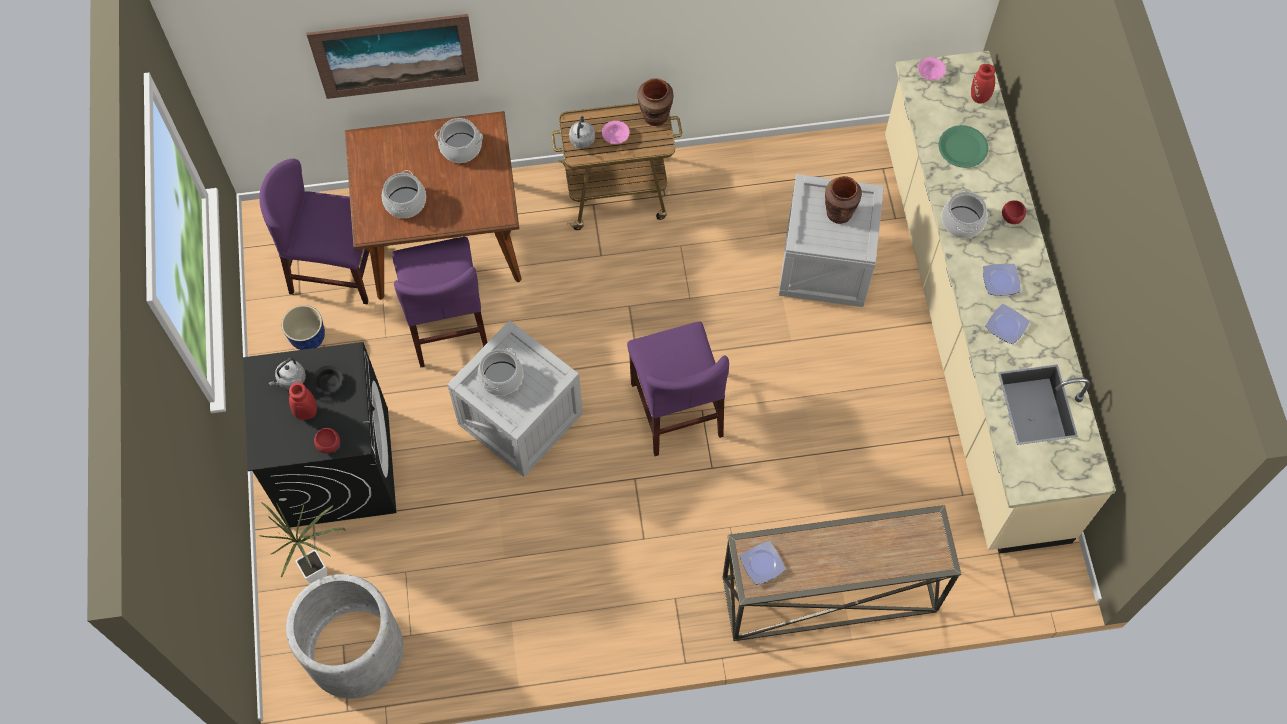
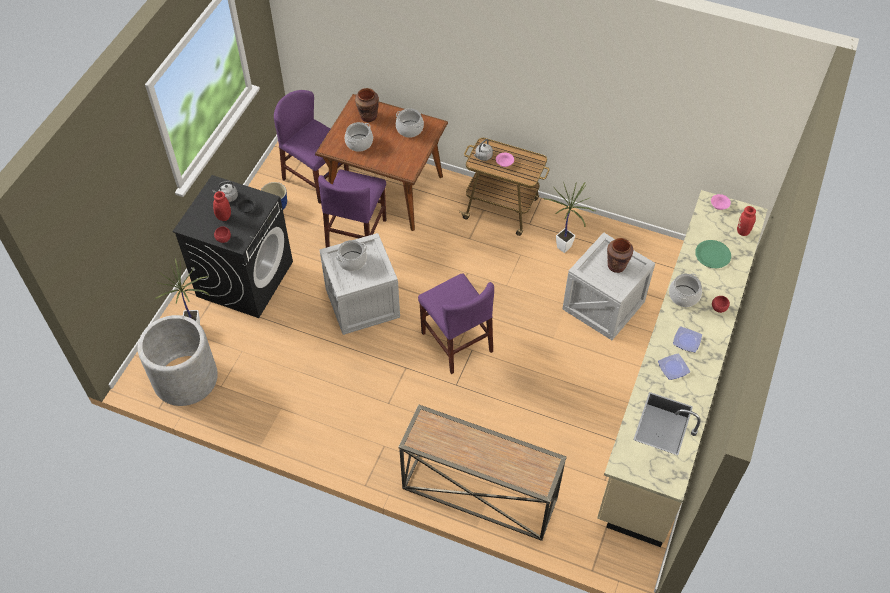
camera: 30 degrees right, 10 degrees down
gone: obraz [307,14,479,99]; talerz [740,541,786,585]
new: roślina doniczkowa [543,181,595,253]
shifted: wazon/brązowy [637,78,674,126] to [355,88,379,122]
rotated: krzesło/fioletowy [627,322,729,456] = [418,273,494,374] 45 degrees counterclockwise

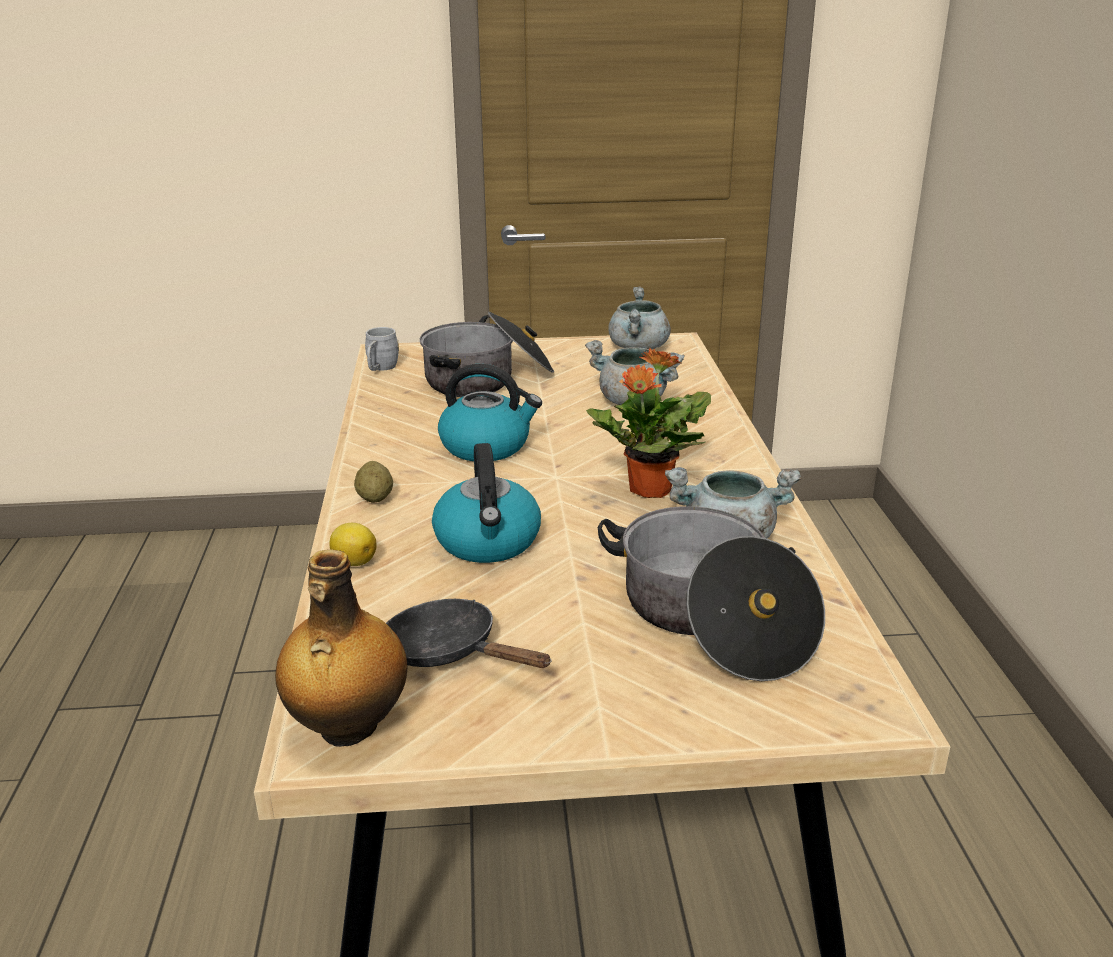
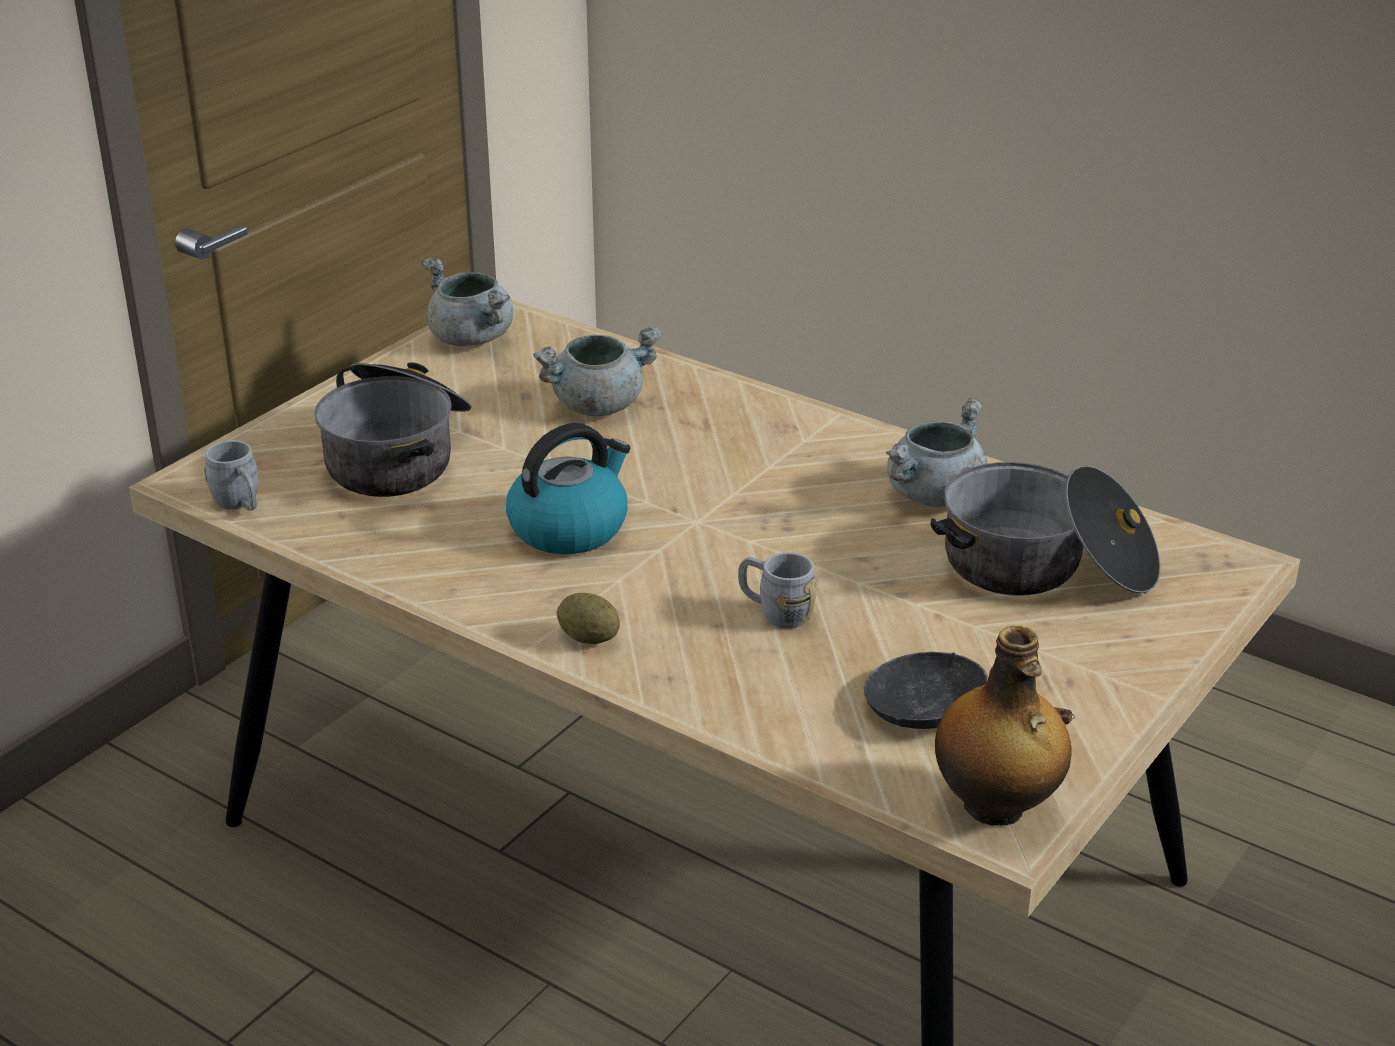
camera: 50 degrees left, 5 degrees up
gone: cytryna [329,523,377,566]; roślina doniczkowa [586,348,711,498]
swapped: czajnik [432,443,541,563] to kubek/szary [738,552,817,629]
rotated: patelnia/czarny [386,599,552,668] = [864,652,1075,729] 45 degrees clockwise

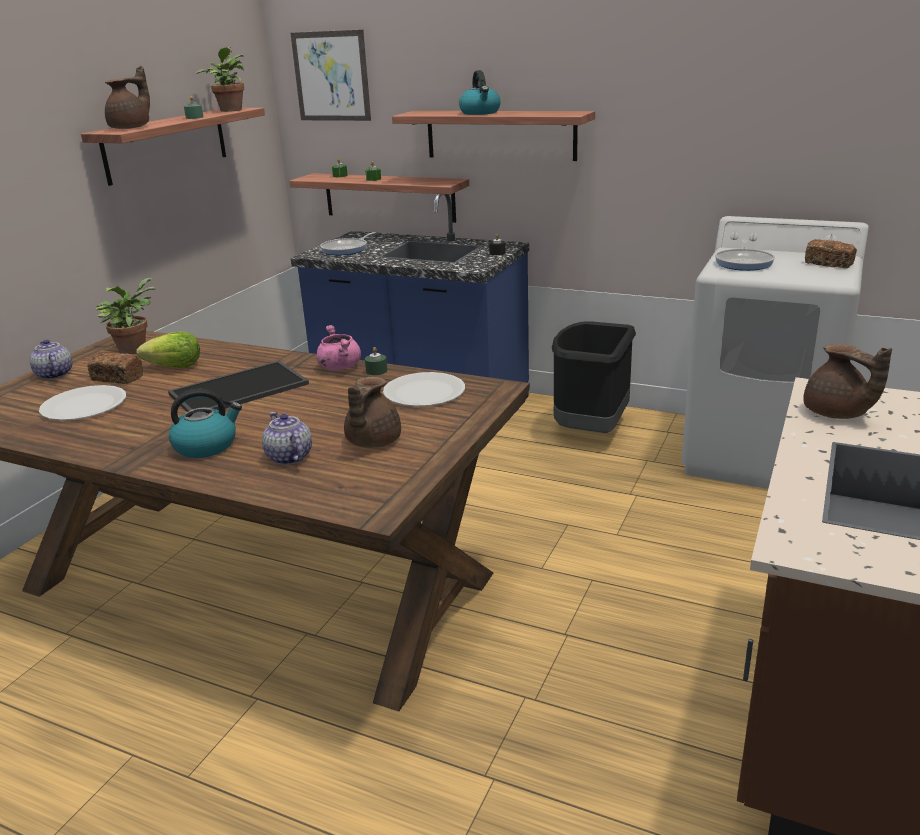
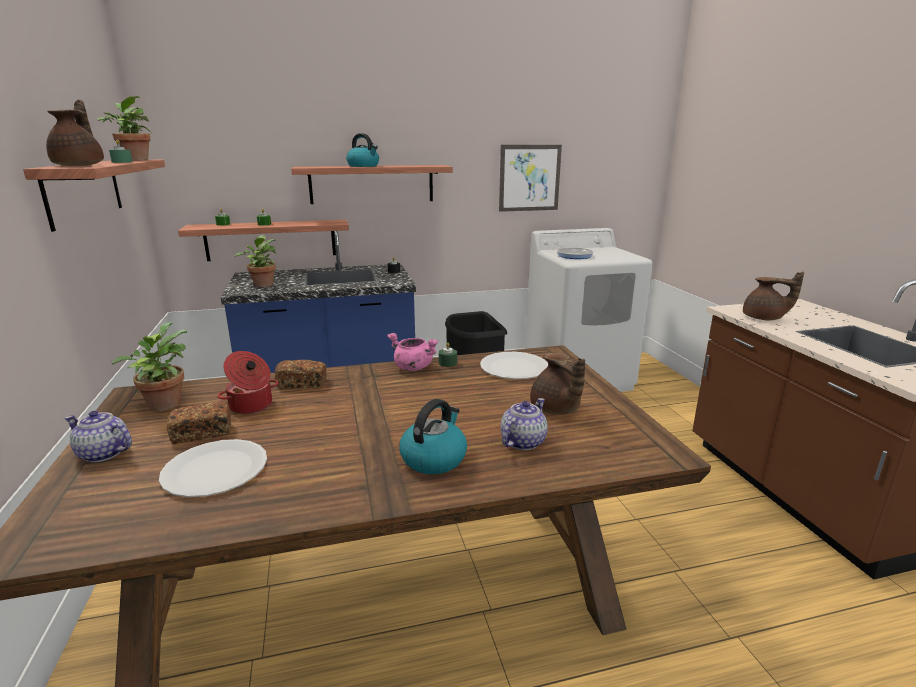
camera: 40 degrees left, 5 degrees down
gone: taca [168,361,309,412]
shifted: obraz [291,30,371,121] to [499,145,562,212]; chleb [805,239,857,269] to [275,360,327,389]
swapped: sałata [136,332,200,368] to garnek [217,351,279,414]; patelnia [320,232,376,255] to roślina doniczkowa [234,235,276,287]
rotated: imbryk [262,412,312,465] = [501,398,548,450] 105 degrees clockwise

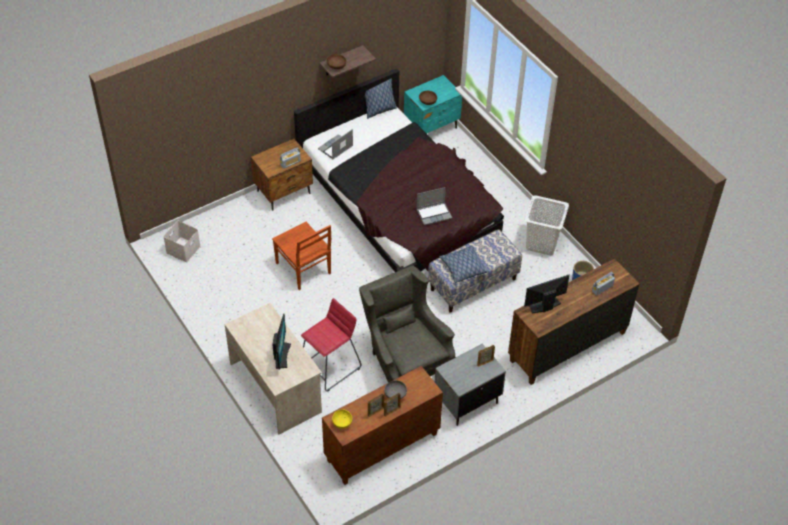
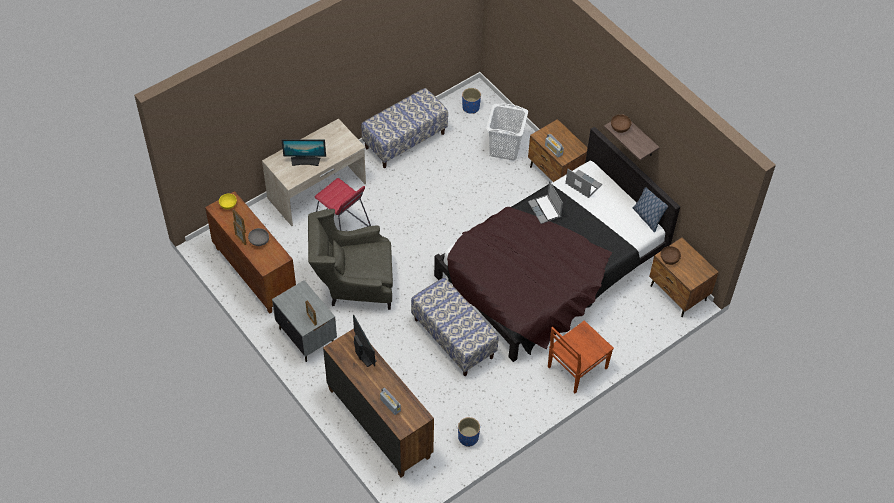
camera: 85 degrees right, 5 degrees up
gone: poduszka [439,245,489,283]
new: ławka [361,88,448,168]
shifted: krzesło/brązowy [272,222,331,290] to [548,320,614,393]; laptop [416,187,452,225] to [528,181,563,224]; kosz na pranie/biały [525,195,569,256] to [486,103,528,160]
swapped: pojemnik do przechowywania/biały [163,221,201,263] to donica/niebieski [462,88,481,114]
repainted: szafka nocna/turkusowy [404,75,462,134] to szafka nocna/brązowy [649,238,719,317]
rotated: fotel/szary [359,266,455,383] = [308,209,393,310] 150 degrees counterclockwise

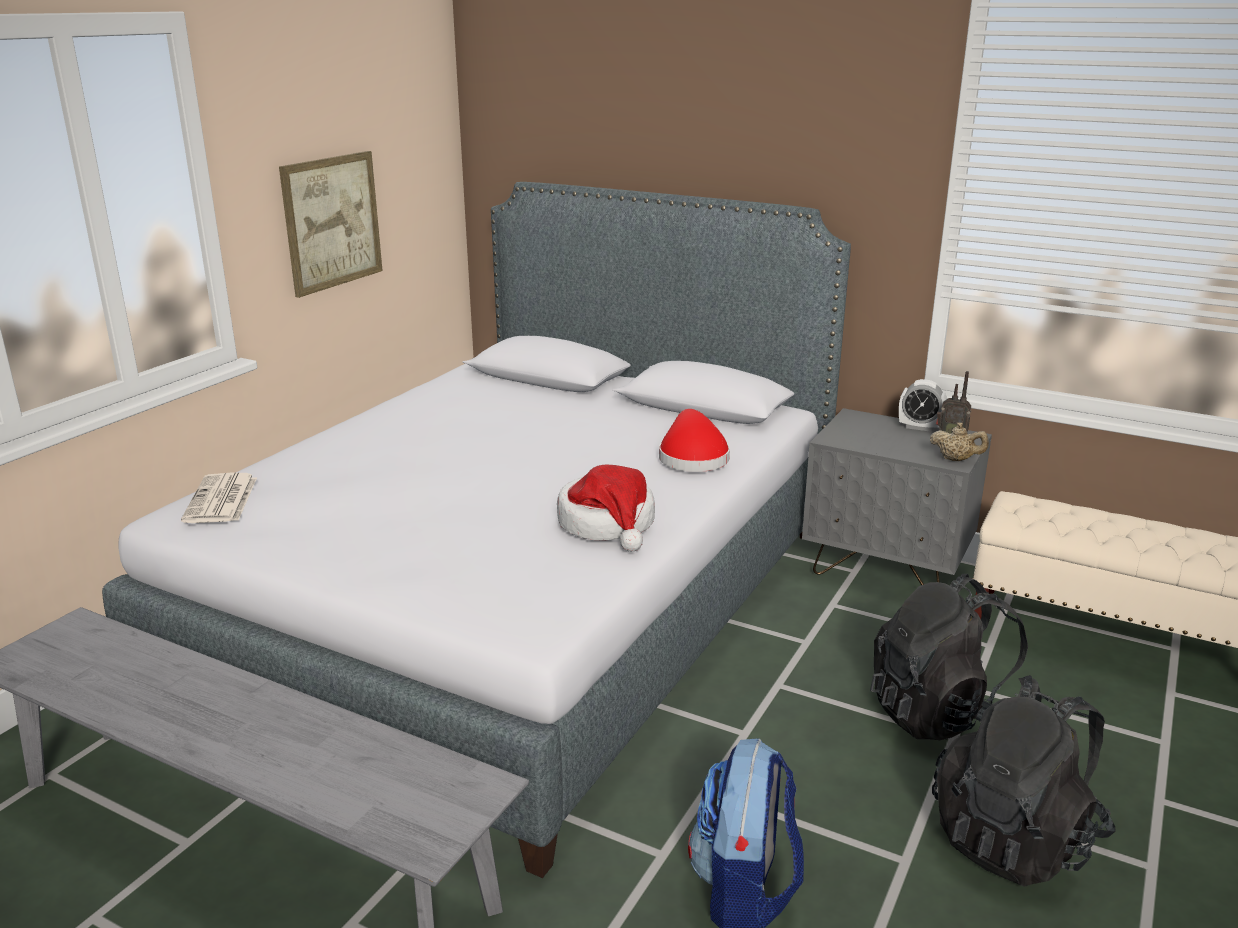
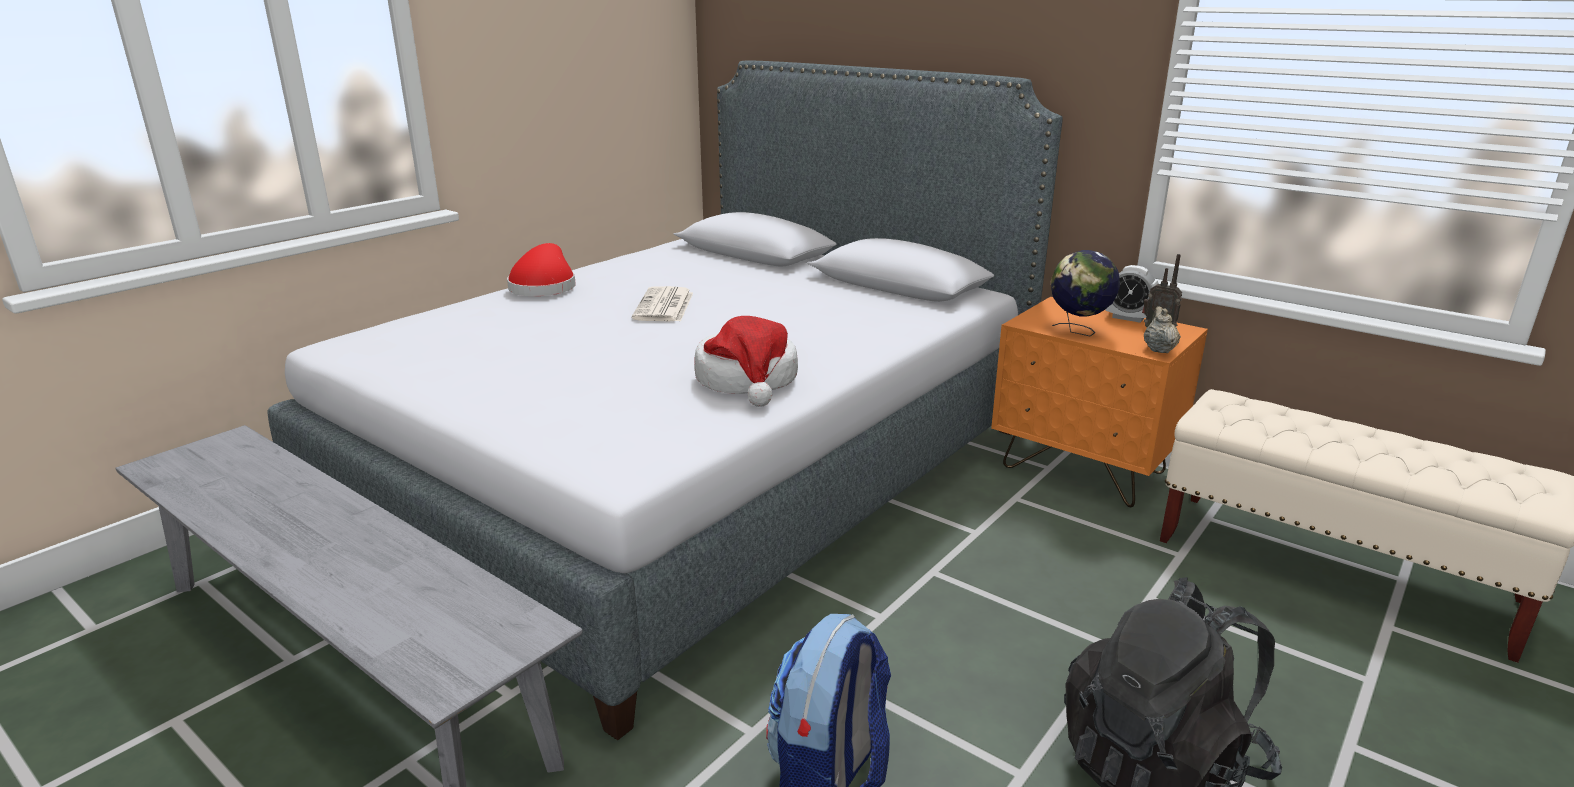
camera: 10 degrees right, 0 degrees up
gone: obraz [279,151,383,298]; plecak/czarny [870,574,1028,740]
new: globus [1051,250,1120,336]
shifted: gazeta [181,473,257,523] to [632,286,693,322]; kapelusz/czerwony [659,409,730,472] to [507,243,576,296]
repainted: szafka nocna/szary [802,408,992,585] to szafka nocna/pomarańczowy [991,297,1208,508]
rotated: imbryk/beżowy [930,422,989,461] = [1144,306,1181,353] 120 degrees counterclockwise

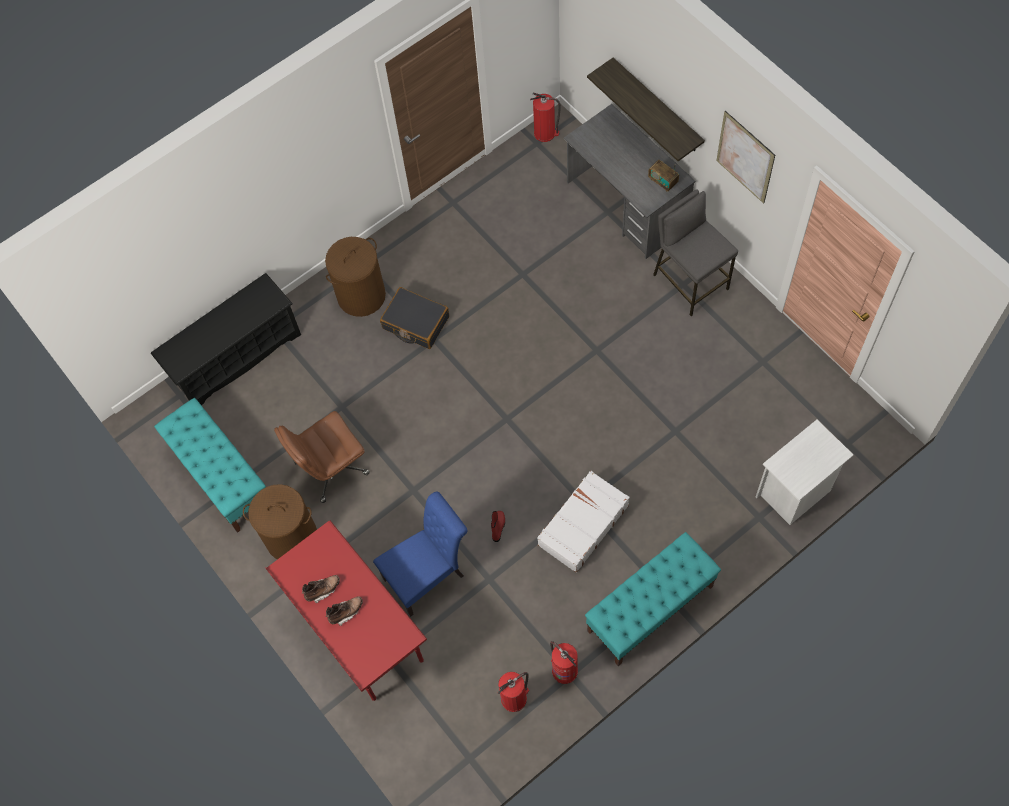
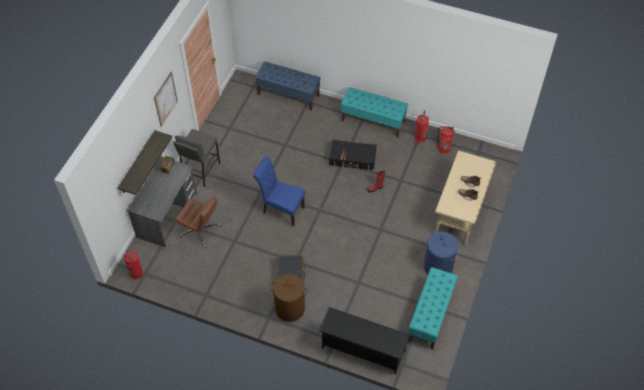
camera: 125 degrees left, 10 degrees down
shifted: krzesło biurowe/brązowy [274,411,370,503] to [176,196,221,248]; krzesło/niebieski [373,492,468,617] to [253,157,306,226]
swapped: szafka nocna/biały [756,420,853,525] to ławka/niebieski [255,61,321,111]
repainted: kosz na pranie/brązowy [243,484,317,559] to kosz na pranie/niebieski [424,231,458,274]; biurko/czerwony [265,521,427,701] to biurko/beżowy [435,151,497,246]; walizka/biały [537,471,630,573] to walizka/czarny [329,140,377,170]

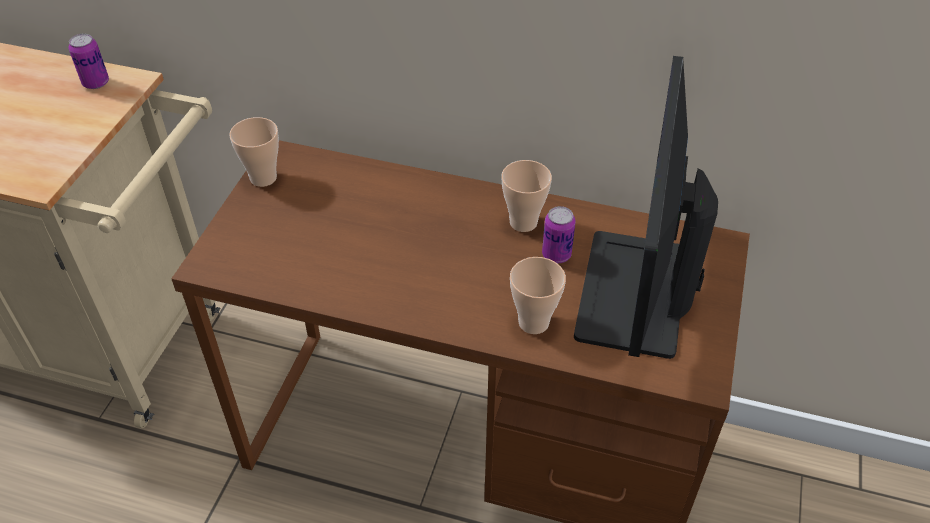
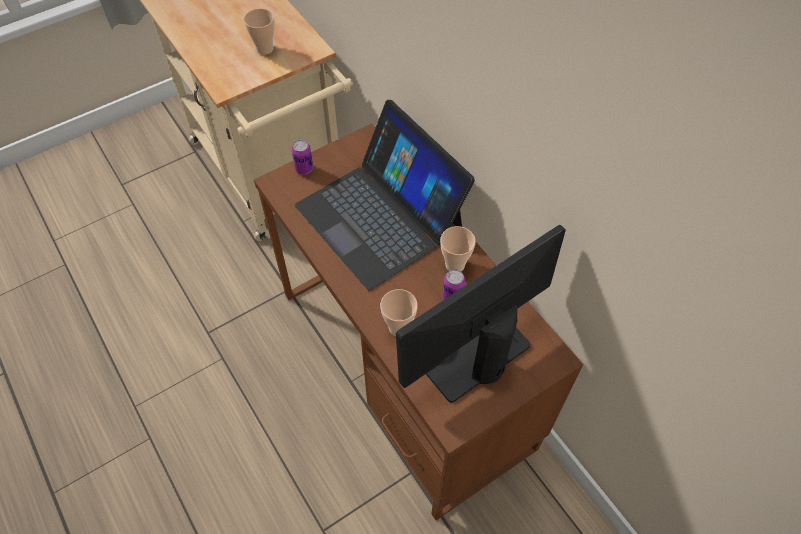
camera: 40 degrees right, 10 degrees up
new: laptop [295,100,475,290]
shifted: puszka [68,34,109,89] to [292,140,313,175]; filiżanka [229,117,279,187] to [244,8,275,55]

